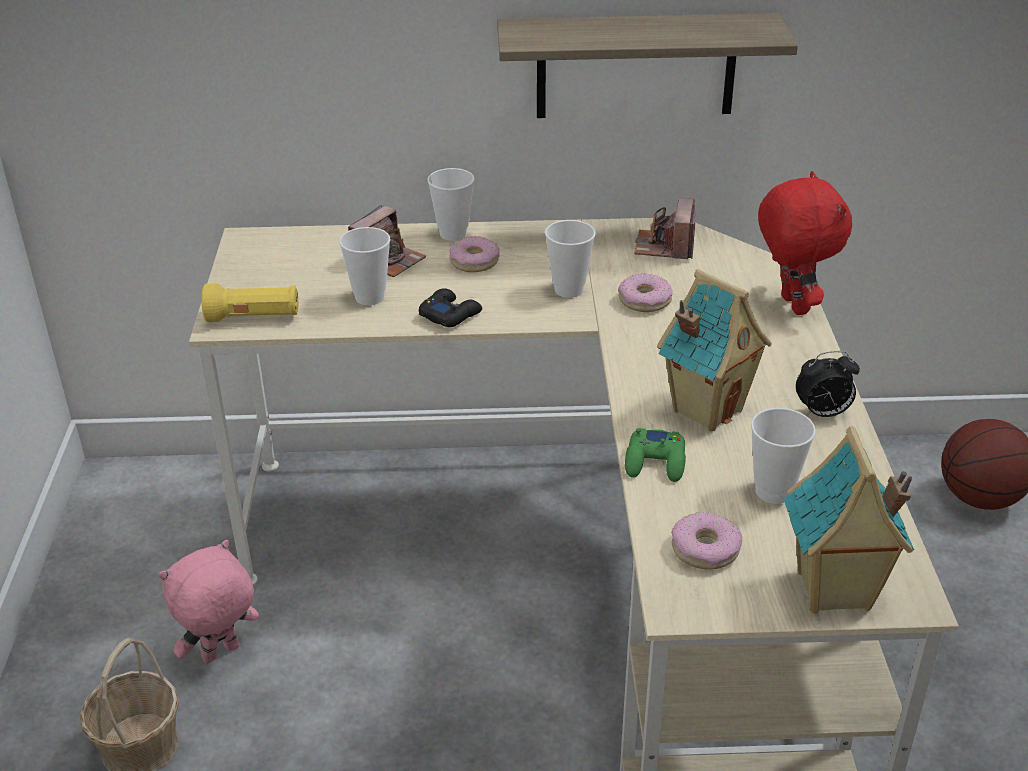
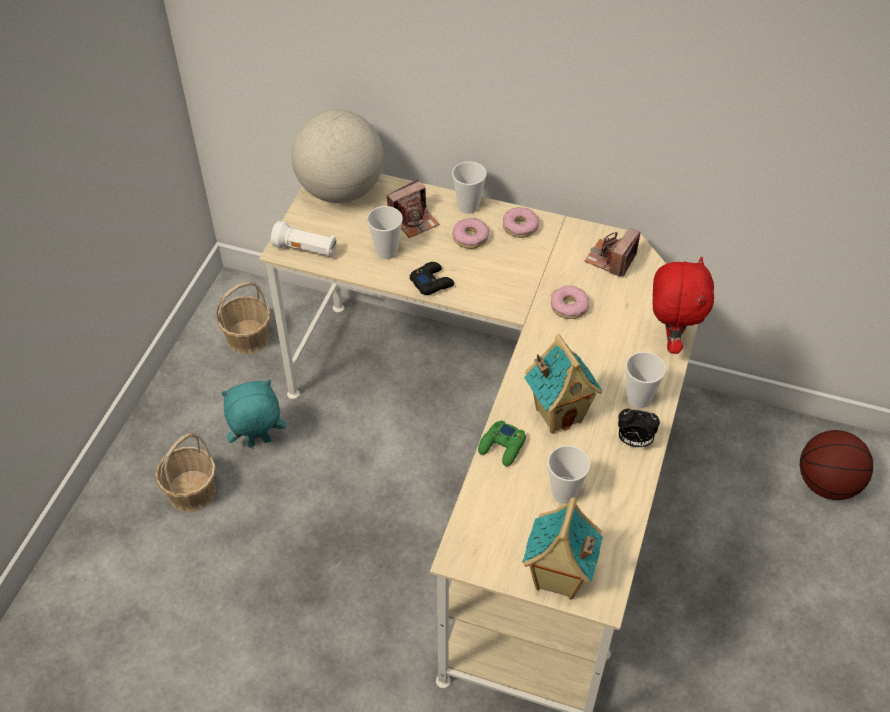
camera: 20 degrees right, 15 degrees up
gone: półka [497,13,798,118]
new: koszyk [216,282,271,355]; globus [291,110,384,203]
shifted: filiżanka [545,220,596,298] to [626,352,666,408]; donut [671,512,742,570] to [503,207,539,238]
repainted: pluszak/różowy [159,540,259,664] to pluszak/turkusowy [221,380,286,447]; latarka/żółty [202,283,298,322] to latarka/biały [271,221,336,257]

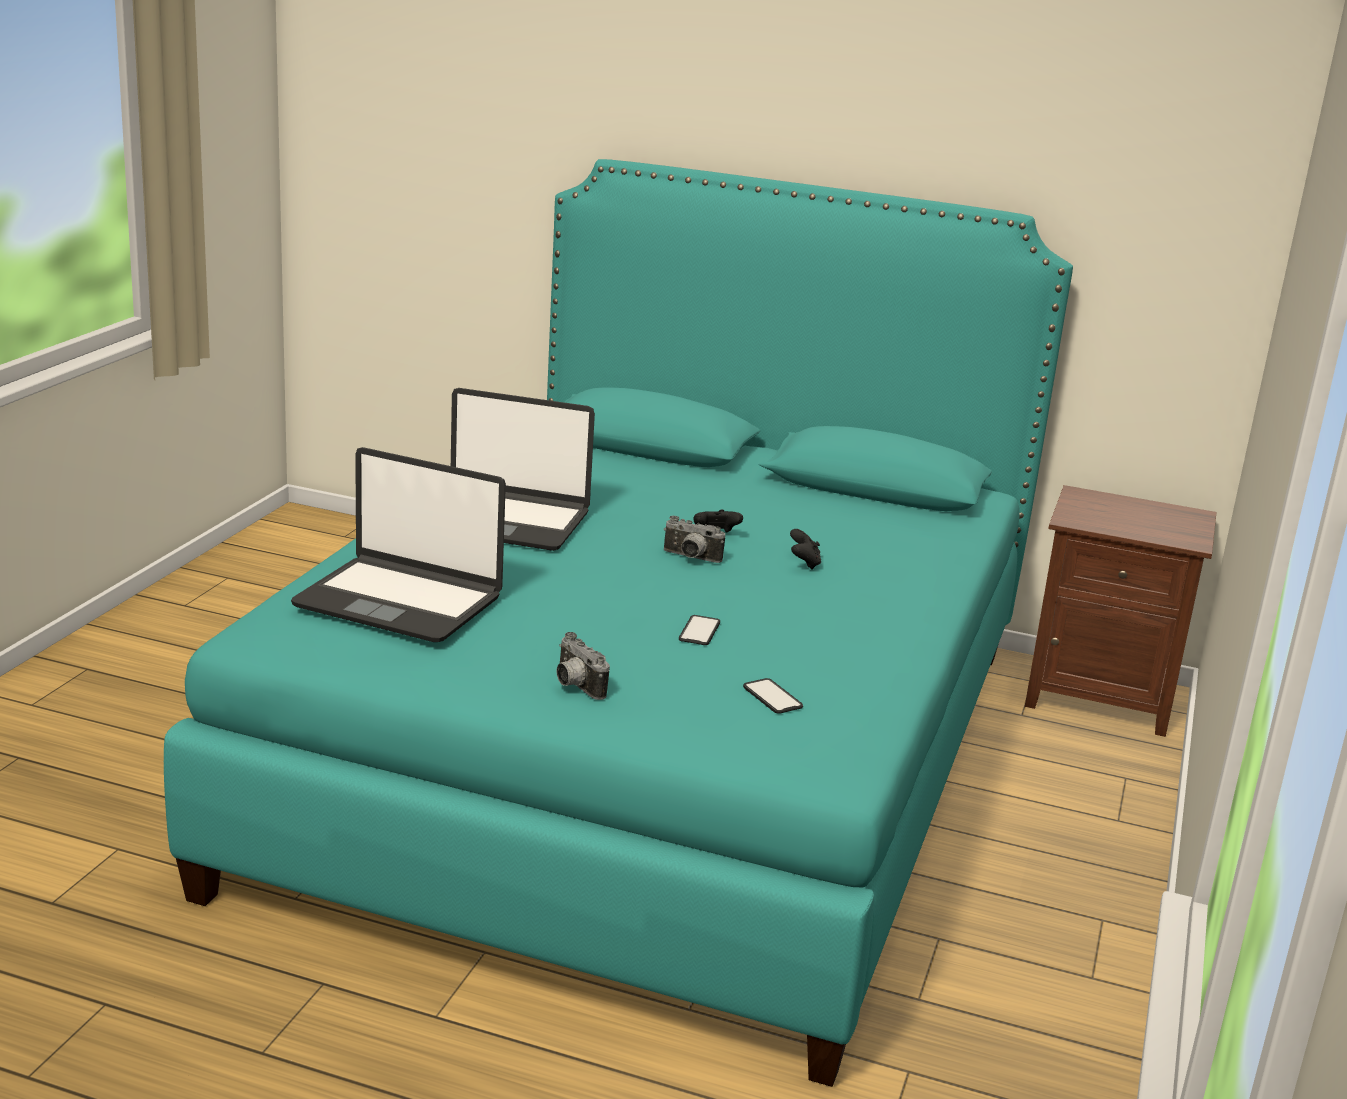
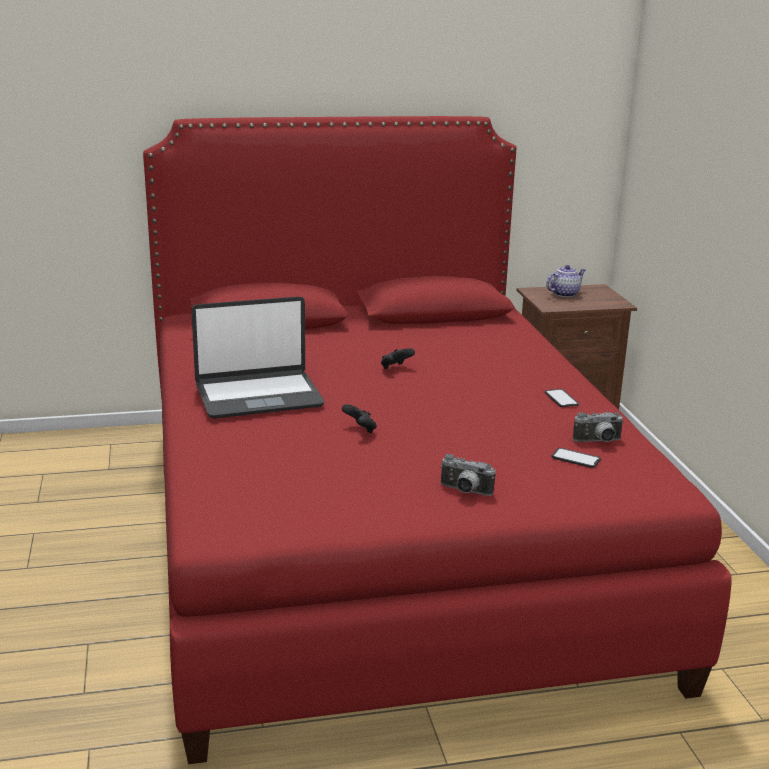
camera: 30 degrees left, 0 degrees up
gone: laptop [291,447,506,642]
new: imbryk [546,265,585,297]
shifted: aparat fotograficzny [664,516,725,563] to [573,412,624,442]; telefon [679,615,720,645] to [545,389,579,407]; pad do gier/czarny [790,529,821,570] to [342,404,377,433]
repainted: łóżko/turkusowy [164,159,1073,1087] to łóżko/czerwony [143,116,732,764]

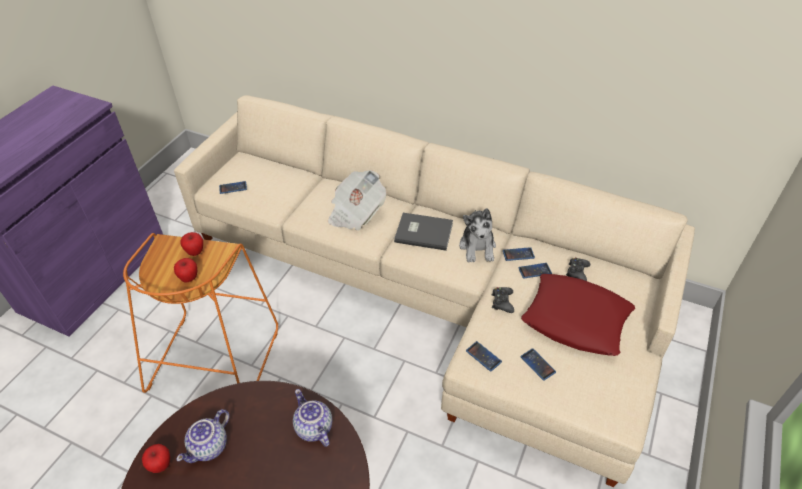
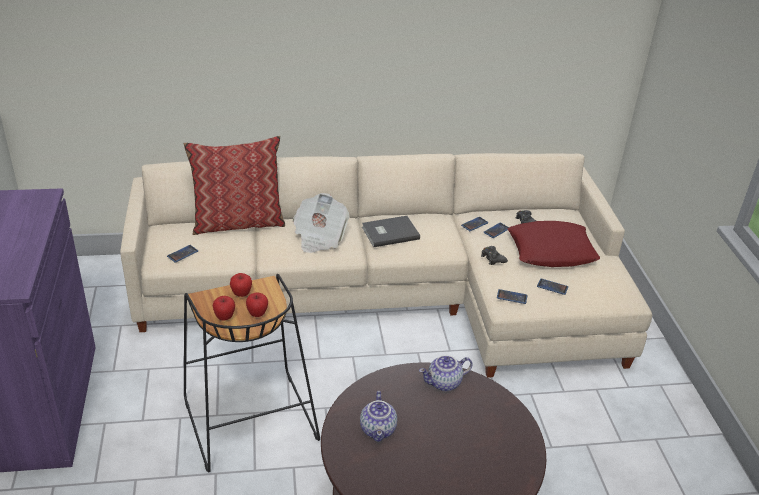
camera: 35 degrees left, 10 degrees down
gone: pluszak [459,208,496,263]
new: poduszka [183,135,285,235]
shifted: jabłko [142,444,170,473] to [213,296,235,321]
repainted: stołek/pomarańczowy [123,233,278,393] to stołek/czarny [184,274,320,472]
rotated: imbryk [293,389,332,447] = [419,355,473,391] 45 degrees counterclockwise

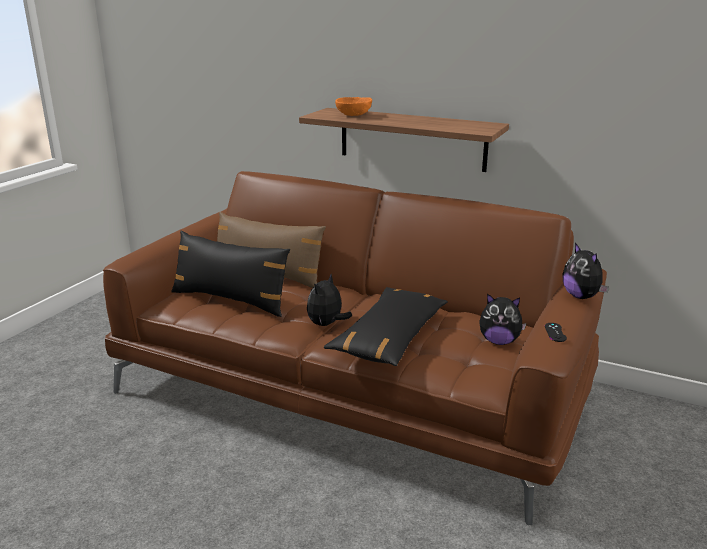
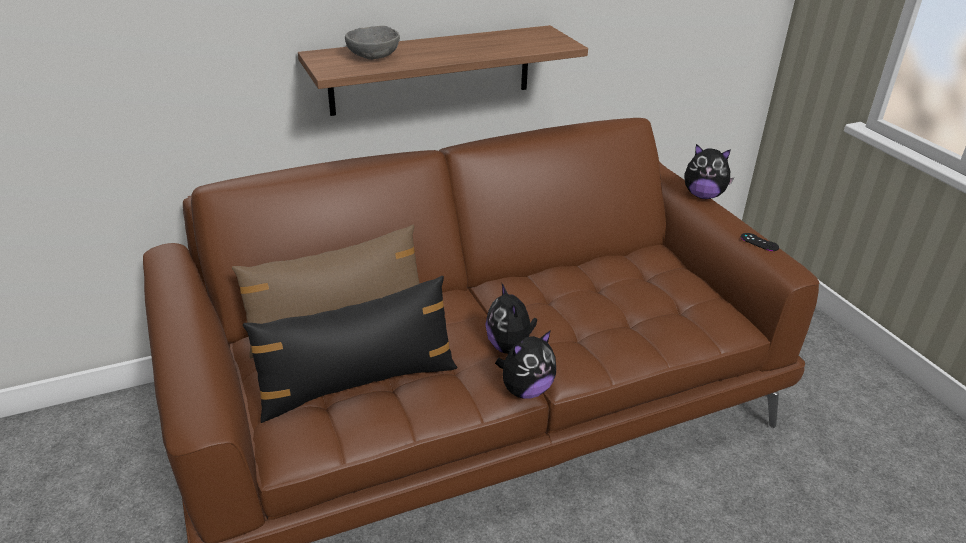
camera: 50 degrees left, 10 degrees up
gone: poduszka/czarny [324,287,448,366]
shifted: pluszak [479,293,527,345] to [495,330,556,399]
repainted: miska/pomarańczowy [335,97,372,116] to miska/szary [345,26,400,60]

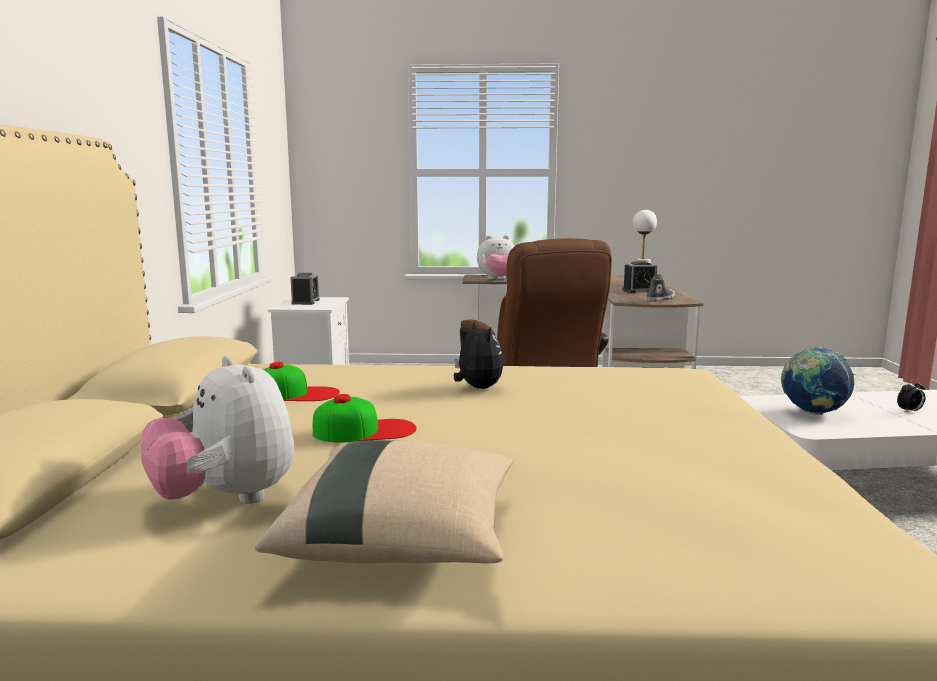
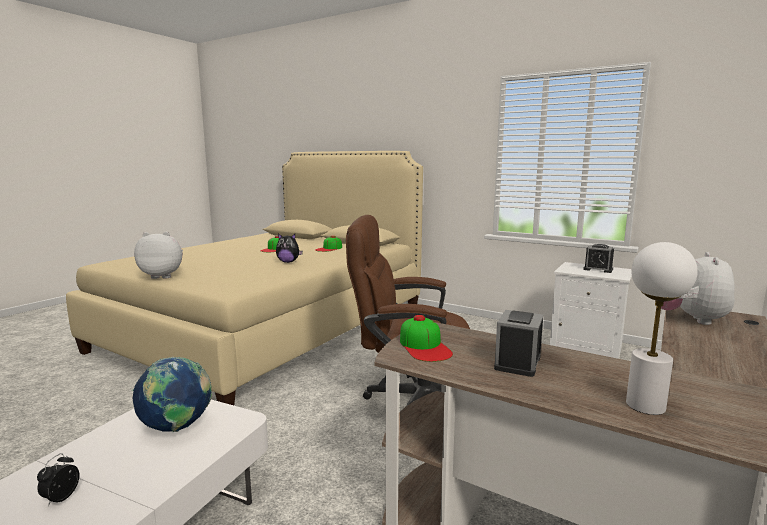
camera: 120 degrees right, 0 degrees up
gone: poduszka/beżowy [255,440,513,564]
shifted: pluszak [141,355,295,504] to [134,232,183,279]
swapped: but [647,274,675,302] to czapka z daszkiem [400,315,453,362]

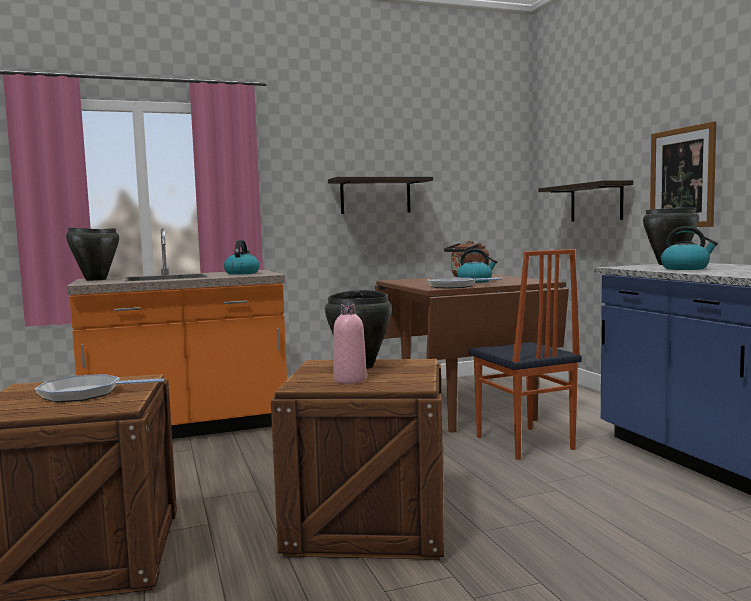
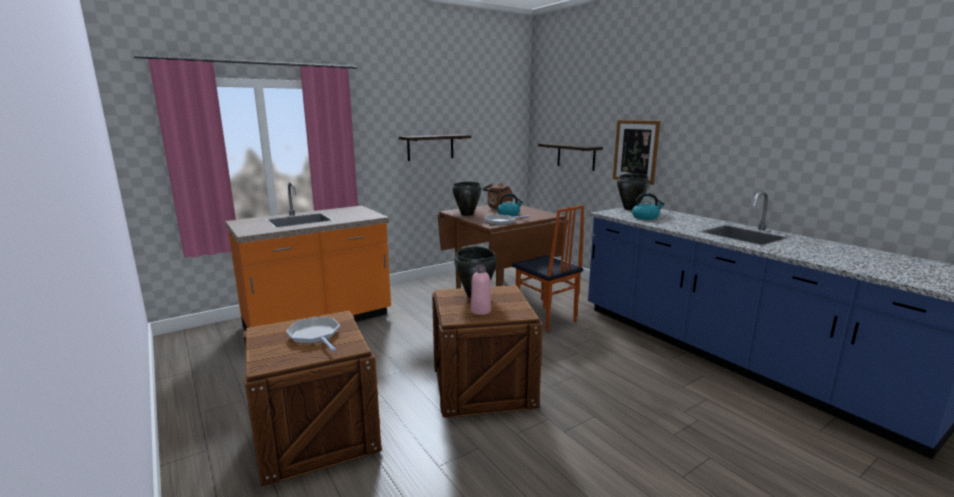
camera: 15 degrees left, 10 degrees up
gone: czajnik [224,240,260,275]
shifted: garnek/czarny [66,227,119,281] to [452,182,482,216]
rotated: patelnia [35,374,164,402] = [286,317,340,351] 75 degrees clockwise

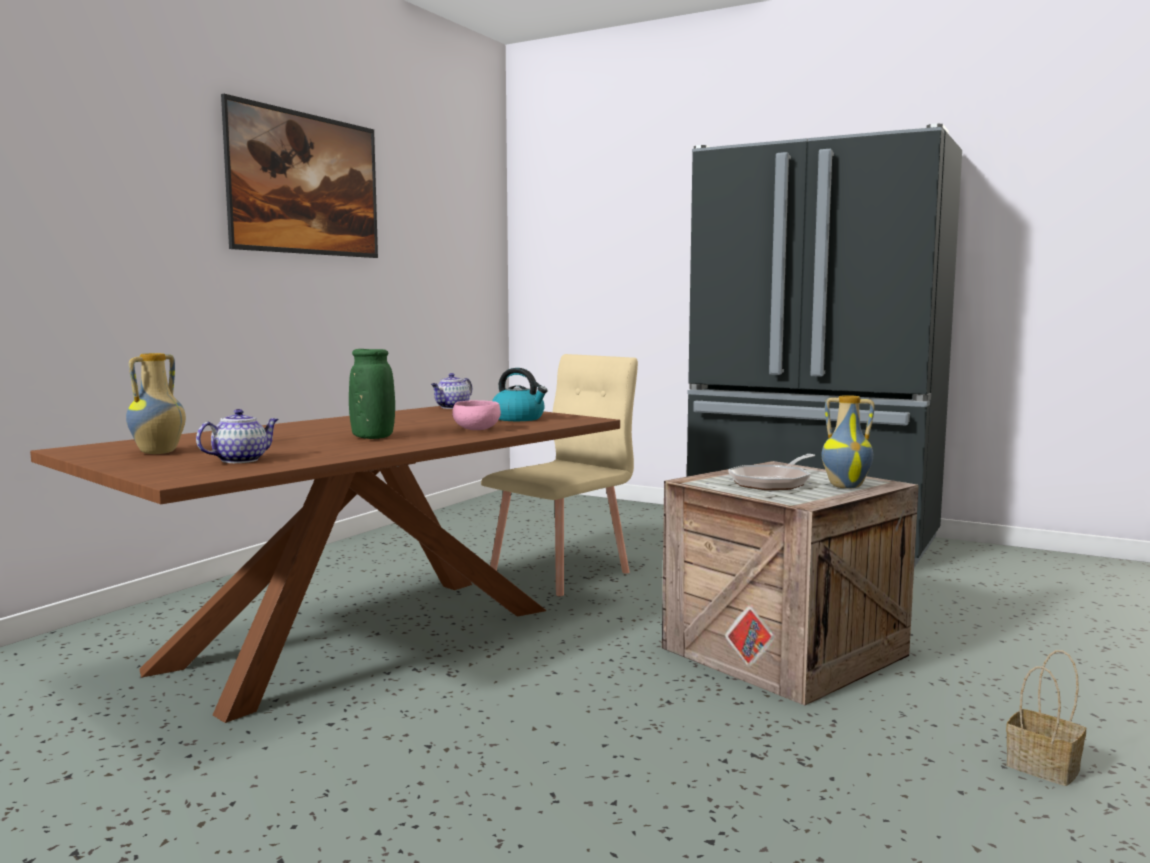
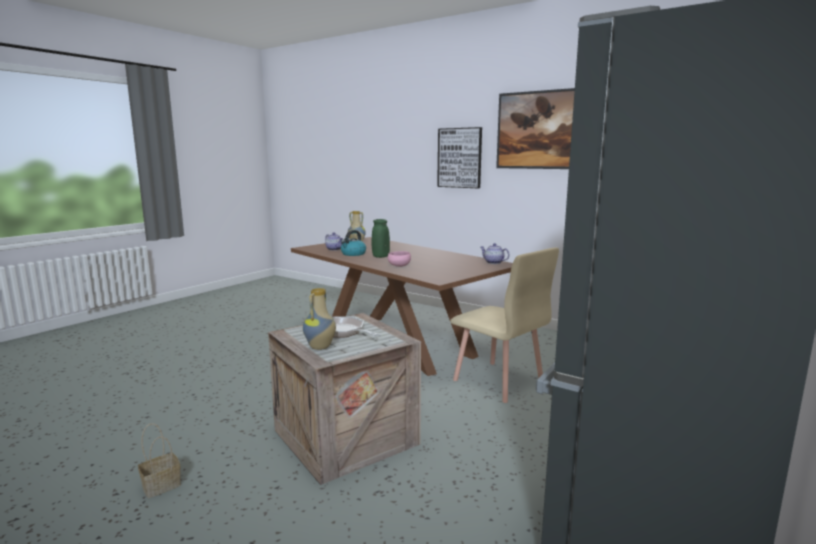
camera: 95 degrees right, 5 degrees up
new: obraz [437,127,482,188]
shifted: czajnik [492,368,548,421] to [341,230,366,256]

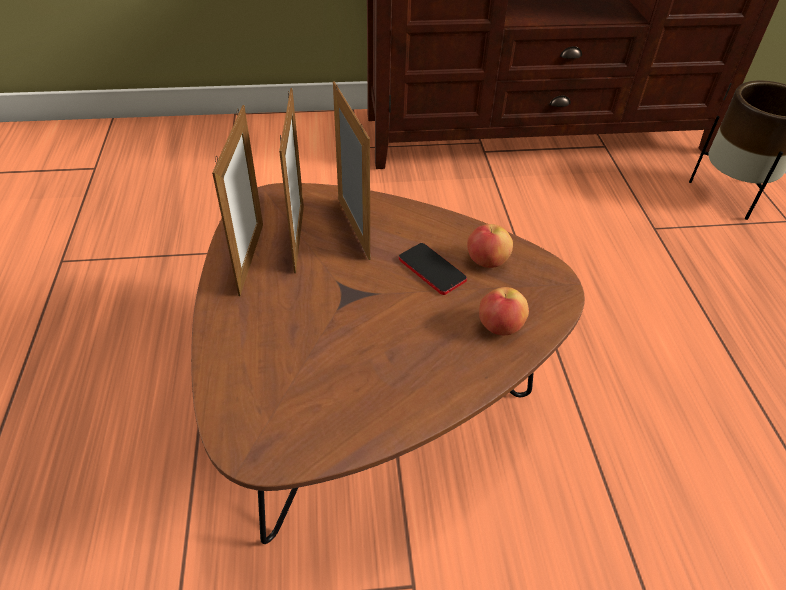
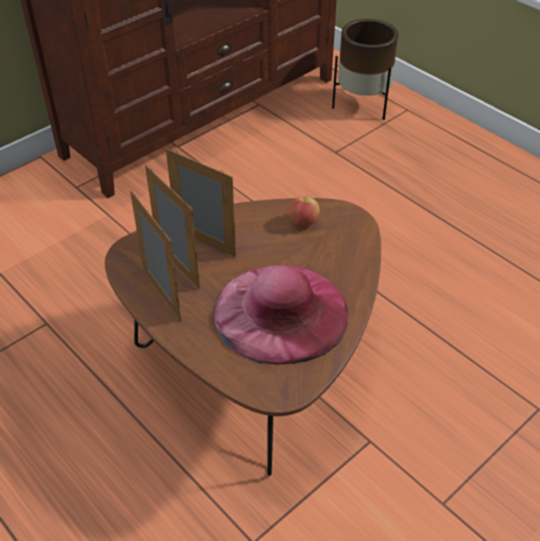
camera: 35 degrees left, 0 degrees up
gone: telefon [399,243,467,295]; jabłko [479,287,529,335]
new: kapelusz/różowy [214,265,349,364]

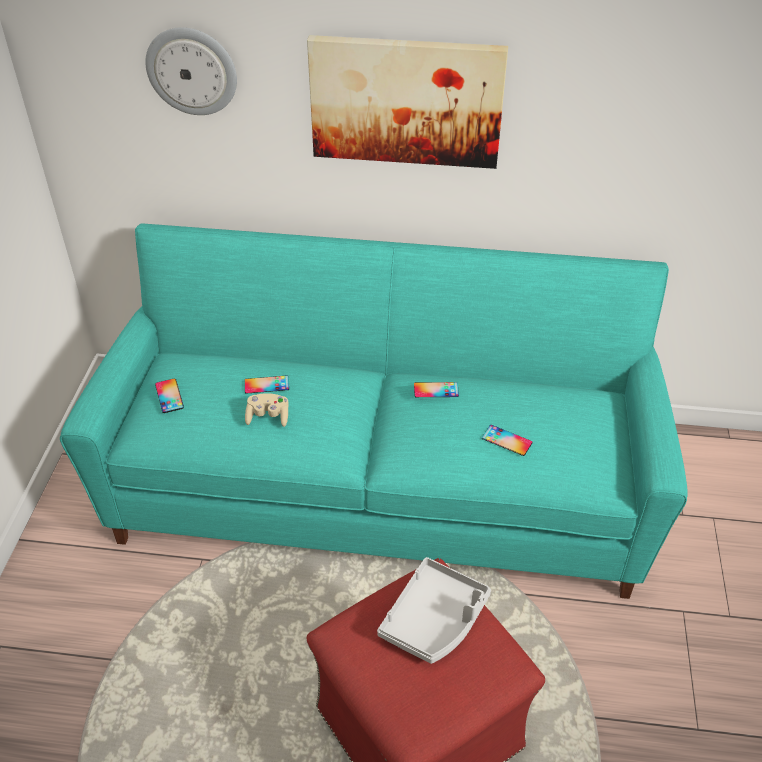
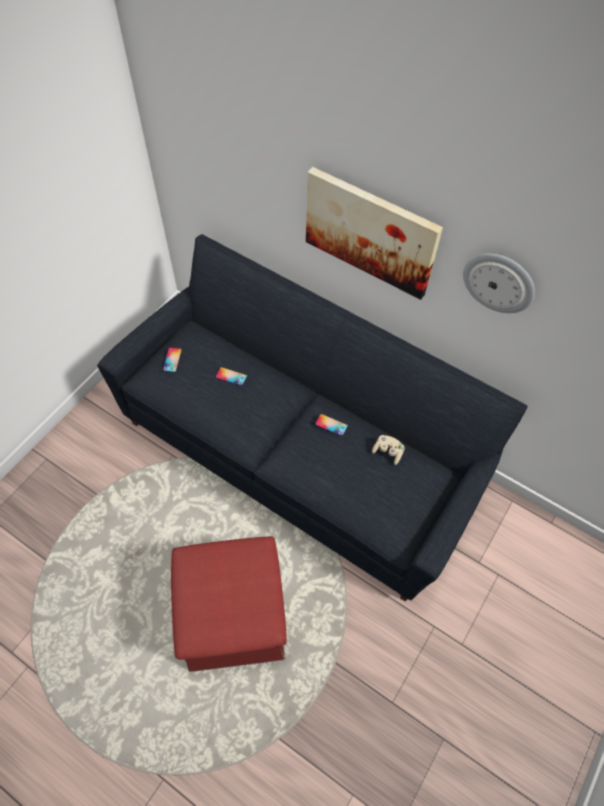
camera: 25 degrees right, 15 degrees up
gone: taca/szary [377,557,491,664]; telefon [482,425,532,456]
shifted: zegar ścienny [145,27,237,115] to [463,253,535,313]; pad do gier/beżowy [245,393,289,427] to [372,435,405,465]
repainted: kanapa/turkusowy [60,223,688,599] to kanapa/czarny [97,234,528,602]

